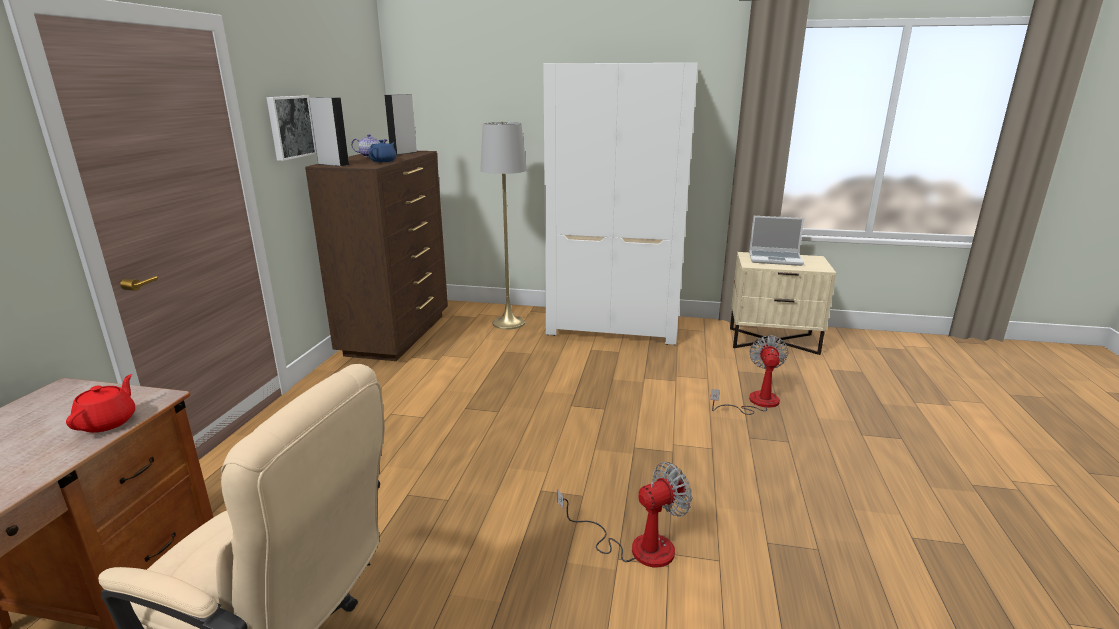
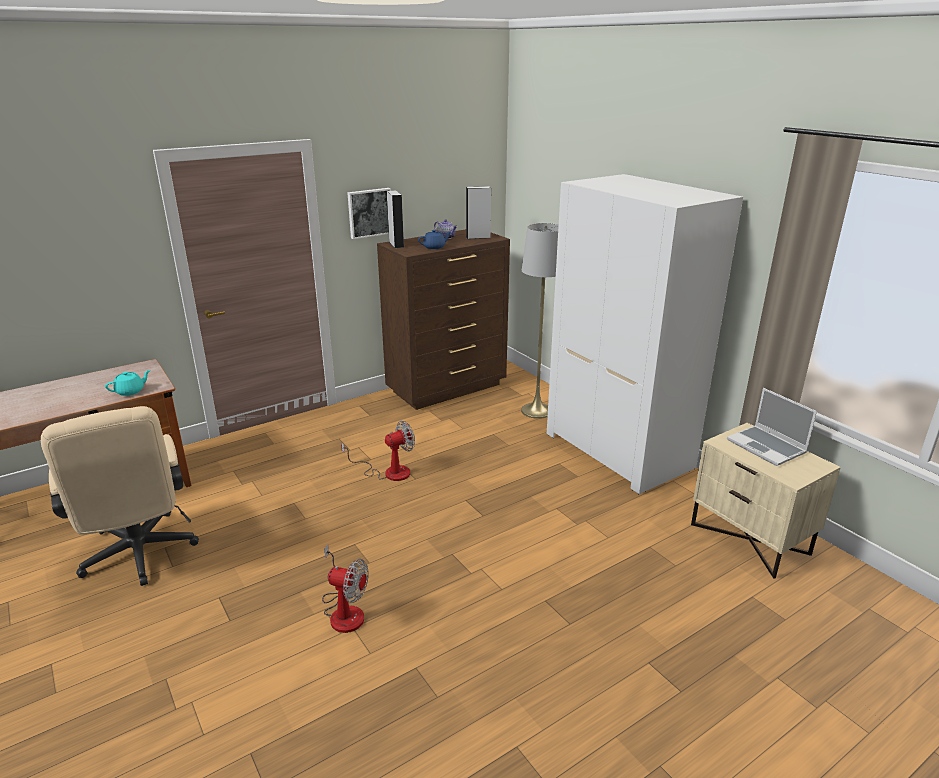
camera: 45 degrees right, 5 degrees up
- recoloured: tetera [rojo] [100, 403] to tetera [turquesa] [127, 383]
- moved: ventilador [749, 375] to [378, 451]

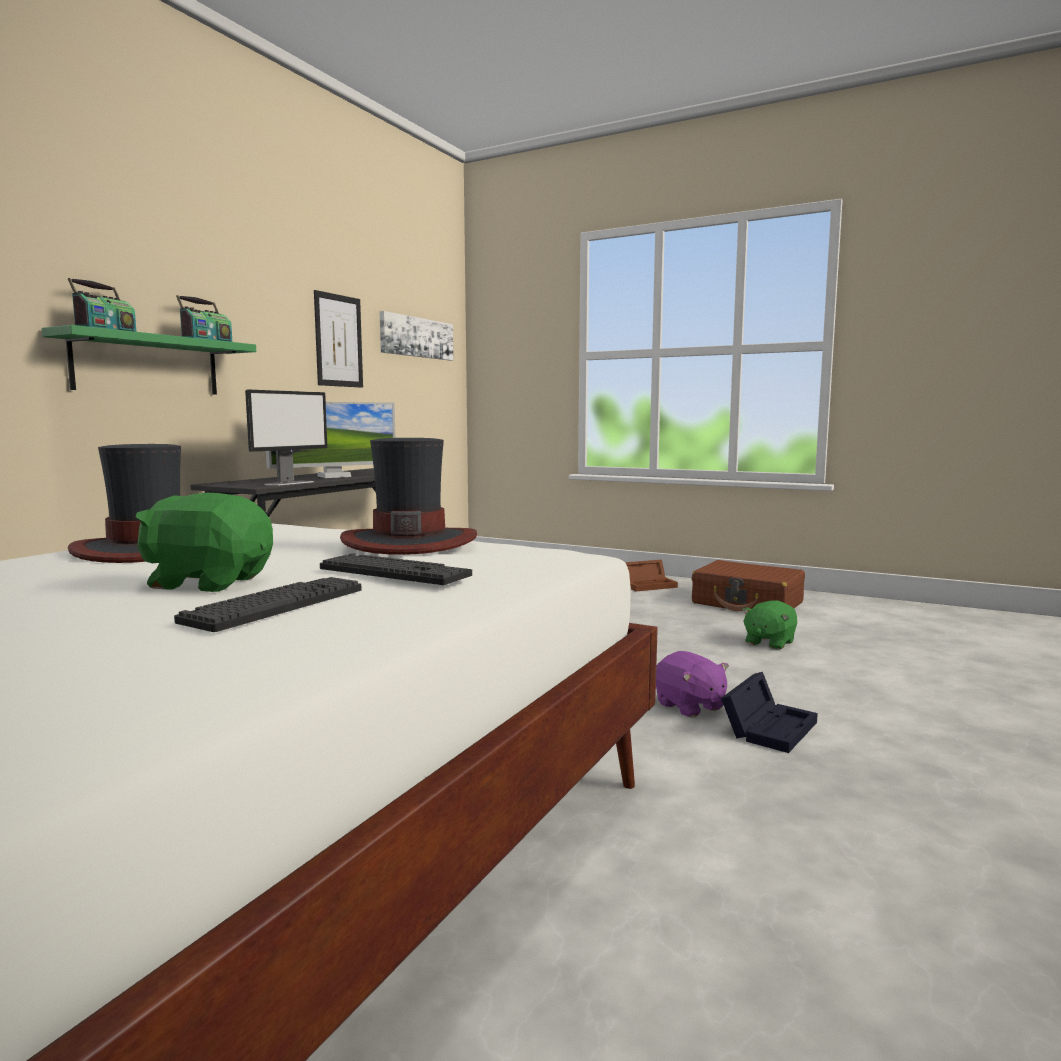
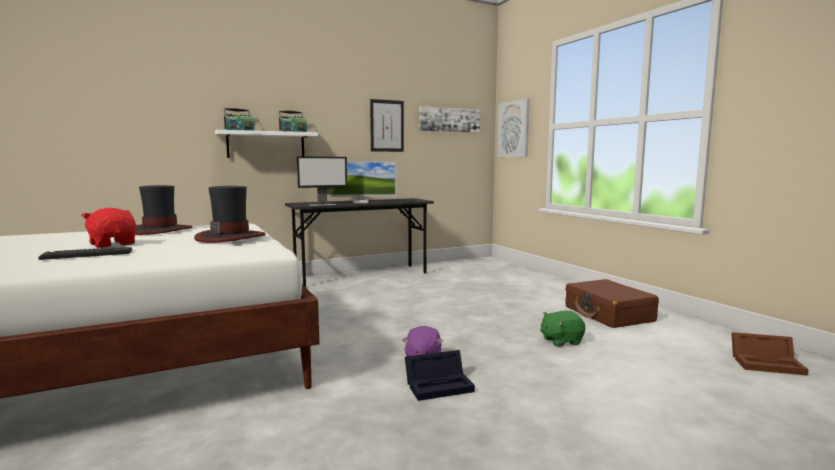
camera: 35 degrees right, 0 degrees up
- recoloured: estante [verde] [149, 360] to estante [blanco] [266, 144]
- recoloured: peluche [verde] [204, 542] to peluche [rojo] [108, 228]
- removed: teclado [396, 569]
- moved: caja de almacenaje [marrón] [651, 575] to [770, 354]
- added: cuadro [513, 127]

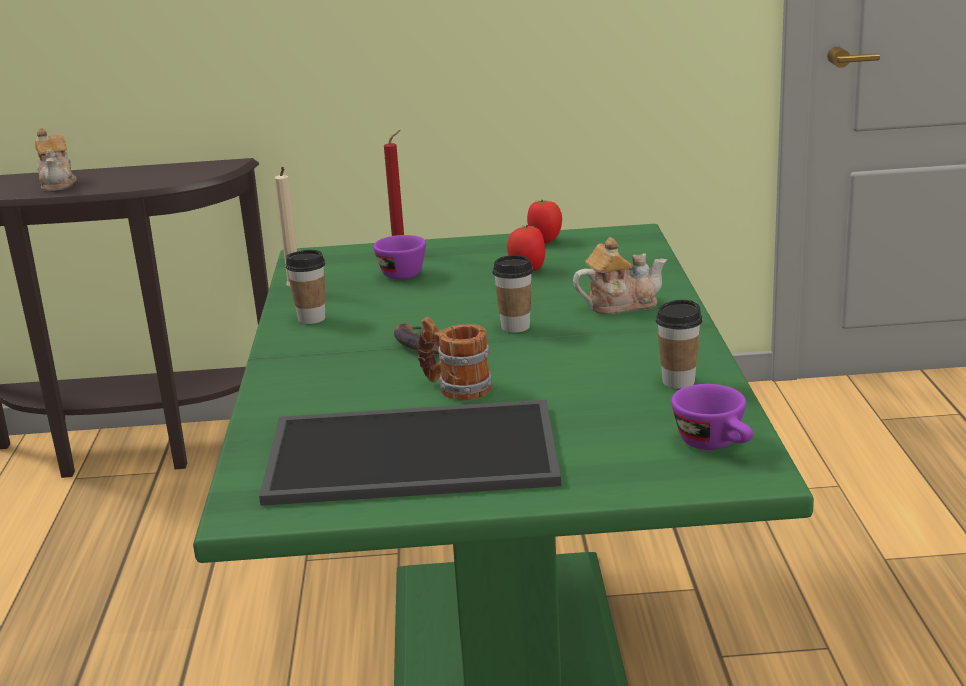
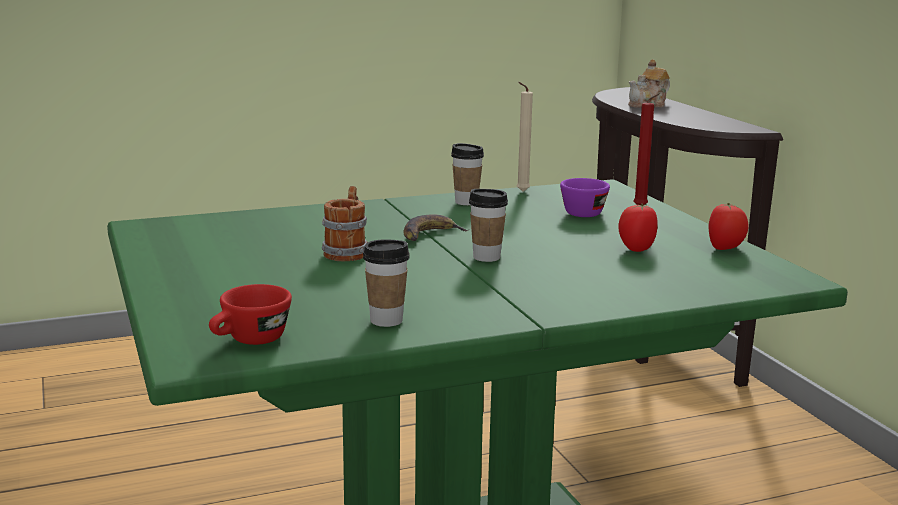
camera: 70 degrees right, 5 degrees down
- removed: bandeja [410, 453]
- removed: tetera [620, 275]
- recoloured: taza [morado] [712, 417] to taza [rojo] [250, 314]

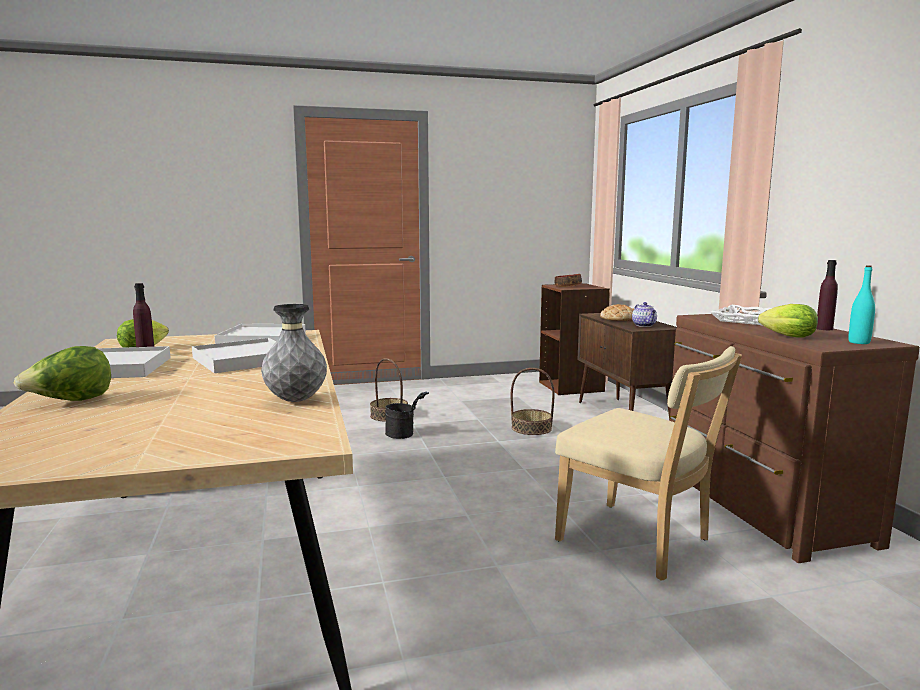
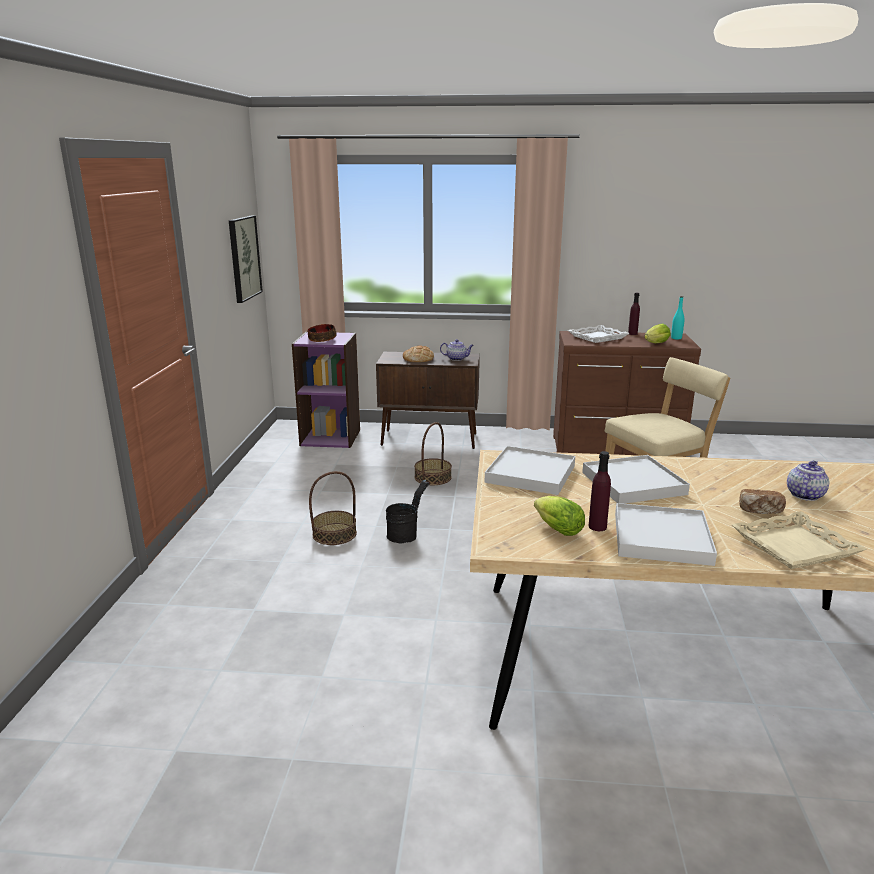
camera: 70 degrees left, 10 degrees up
- replaced: lechuga [62, 373] to bandeja [beis] [799, 540]
- removed: florero [gris] [294, 353]
- recoloured: estantería [marrón] [574, 339] to estantería [morado] [326, 390]
- added: cuadro [246, 259]
- added: pan [762, 501]
- added: tetera [808, 481]

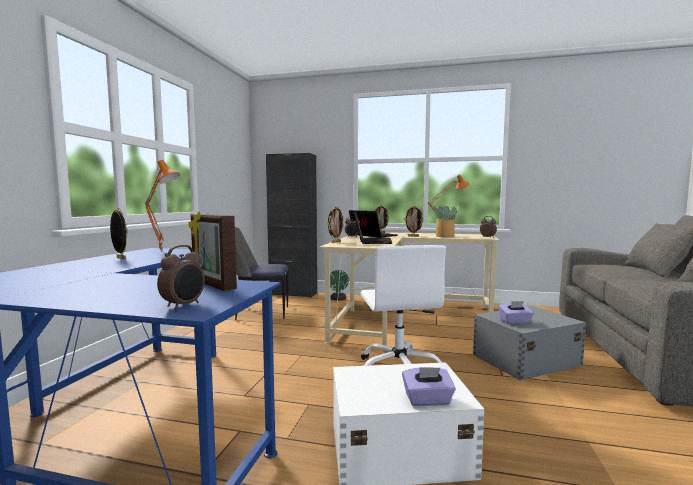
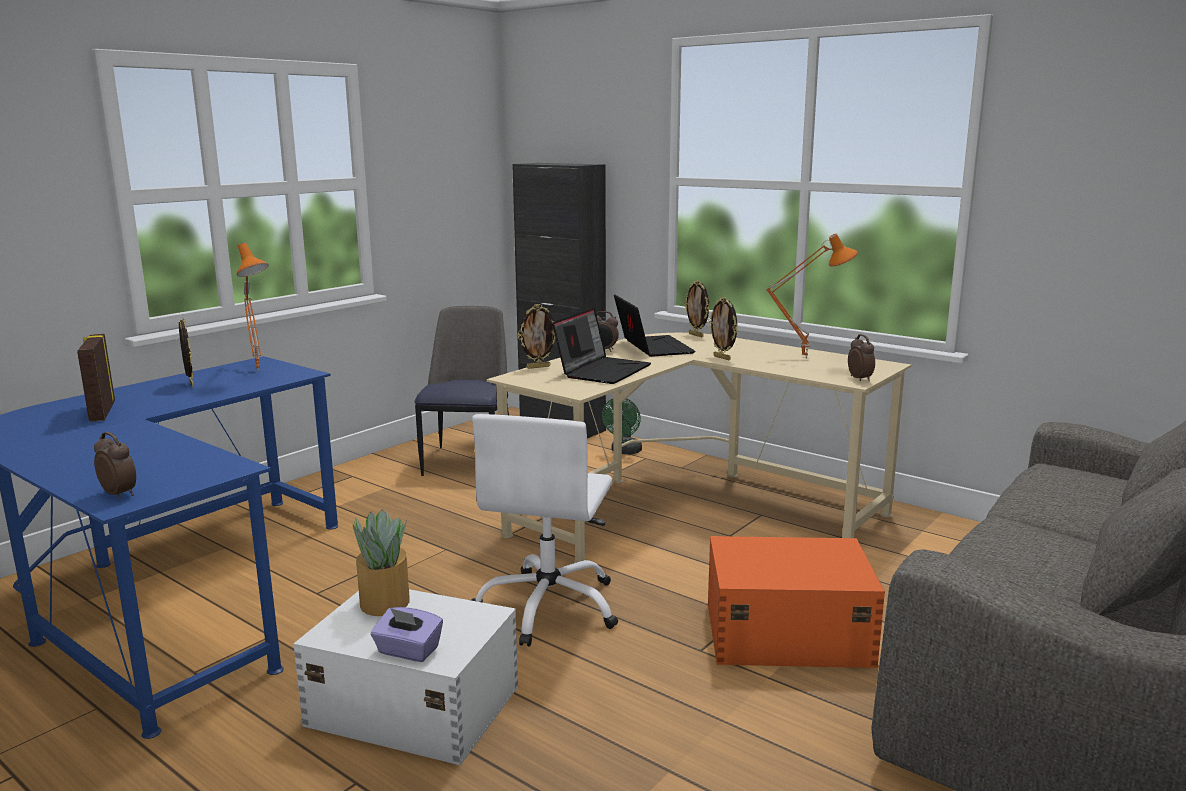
camera: 25 degrees right, 10 degrees up
- turned: despertador [181, 277] = [115, 465] 105 degrees counterclockwise
- moved: portarretratos [213, 251] to [96, 378]
- turned: silla [262, 273] = [462, 391] 75 degrees clockwise
- moved: planta en maceta [445, 221] to [381, 562]
- recoloured: caja de almacenaje [gris] [529, 343] to caja de almacenaje [naranja] [796, 602]
- removed: caja de pañuelos [morado] [516, 312]

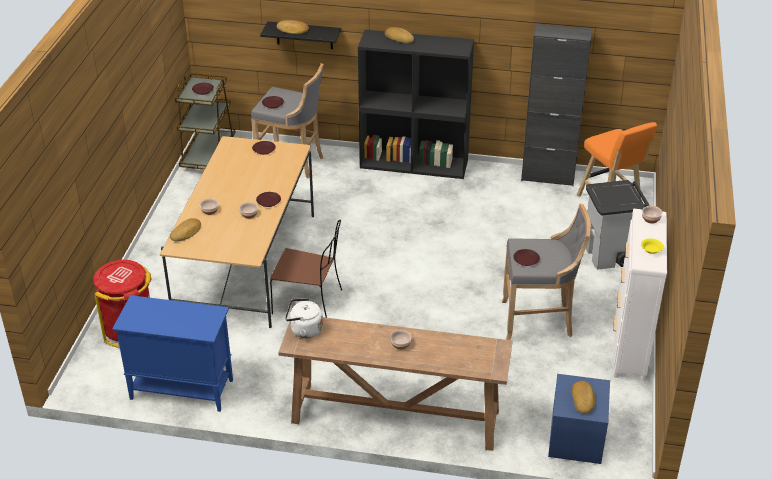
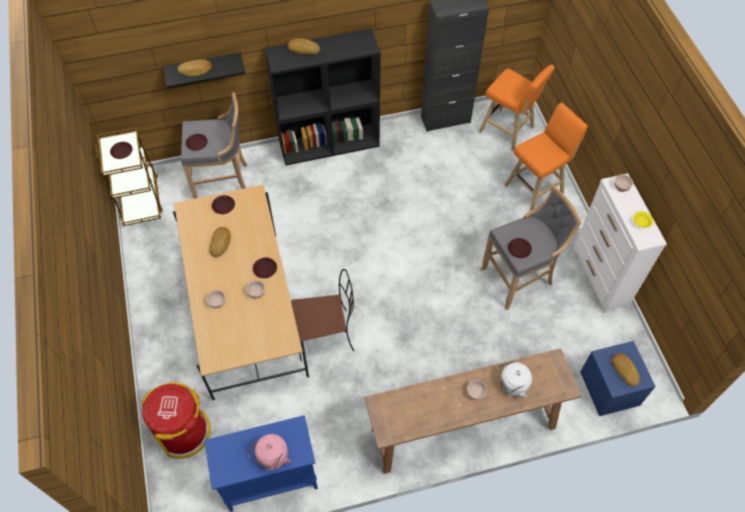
camera: 25 degrees left, 20 degrees up
- moved: pan [185, 230] to [220, 242]
- moved: hervidor [blanco] [304, 318] to [514, 379]
- replaced: papelera [gris] [618, 225] to taburete [naranja] [546, 157]
- added: hervidor [rosa] [269, 452]

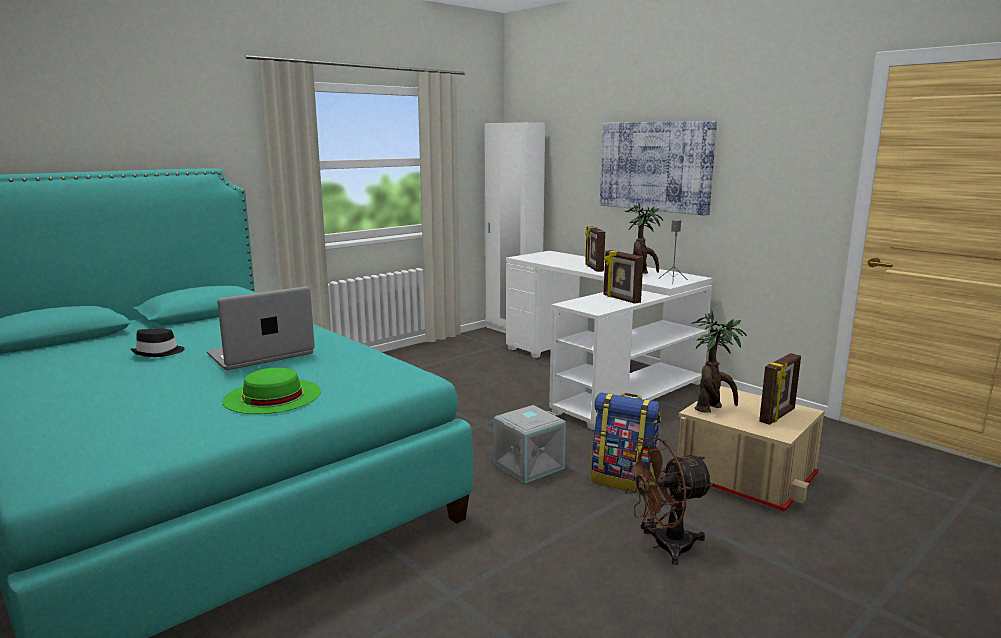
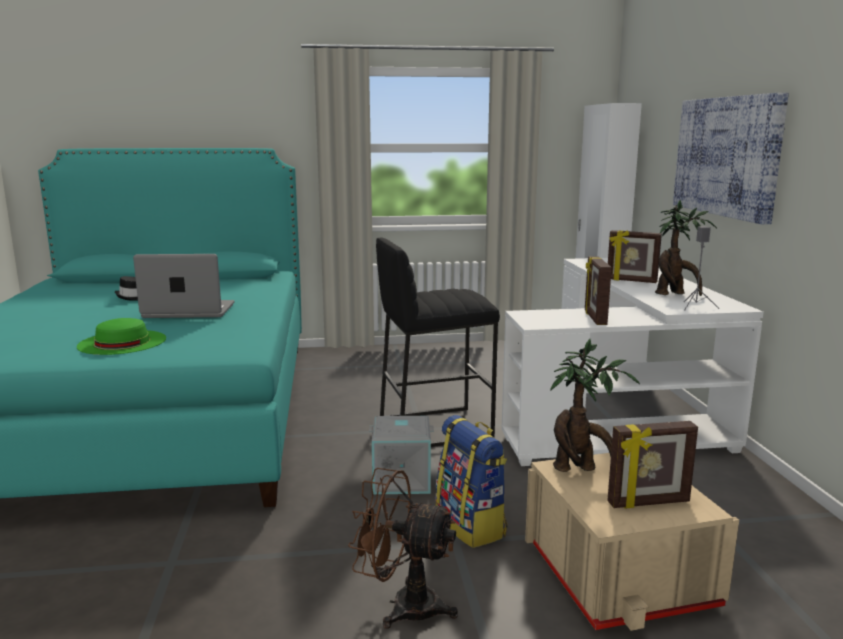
camera: 35 degrees right, 0 degrees up
- turned: portarretratos [595, 249] = [635, 256] 90 degrees counterclockwise
- added: taburete [negro] [438, 342]

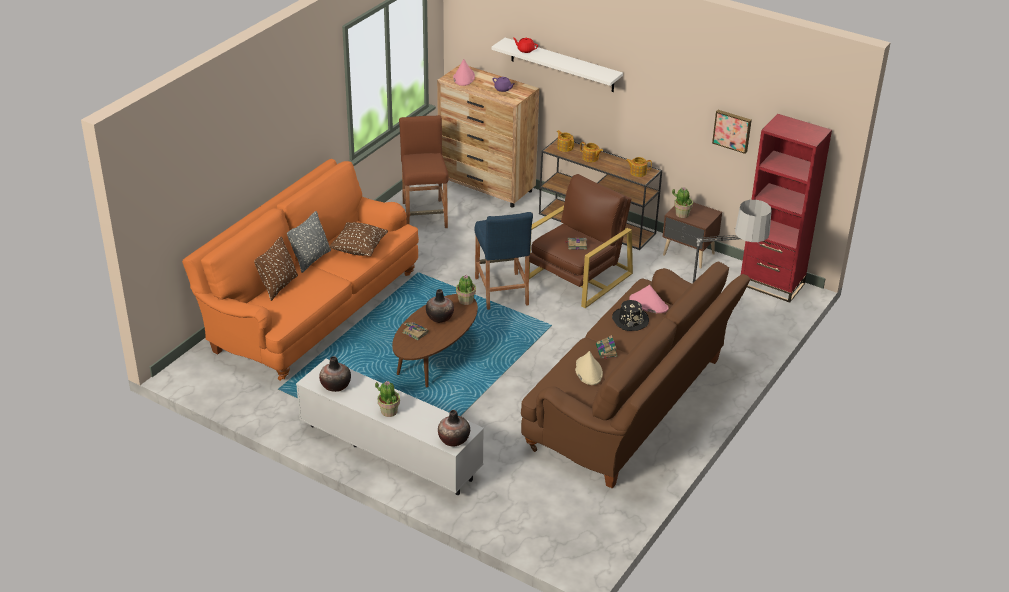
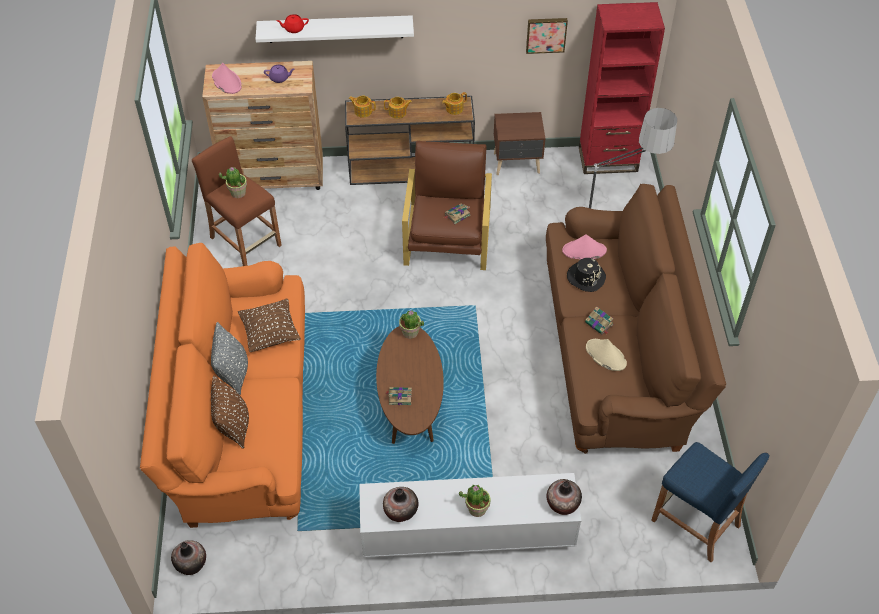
camera: 35 degrees left, 15 degrees up
- moved: florero [440, 306] to [188, 557]
- moved: taburete [azul] [504, 261] to [710, 502]
- moved: planta en maceta [682, 202] to [233, 182]

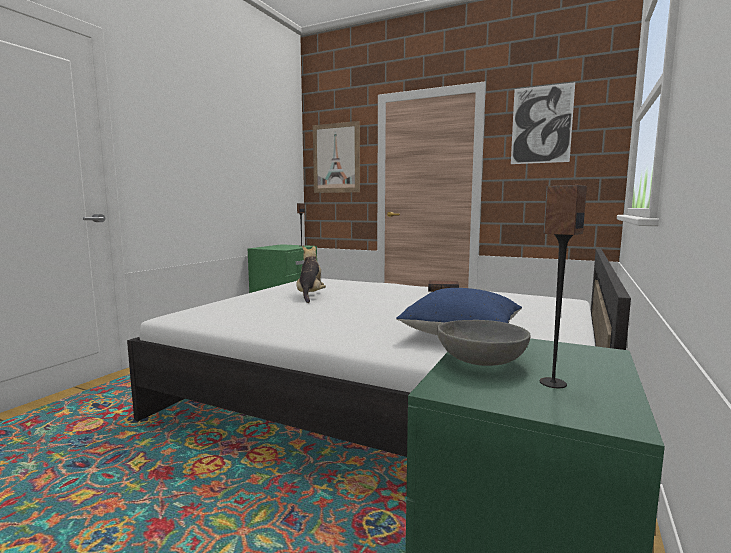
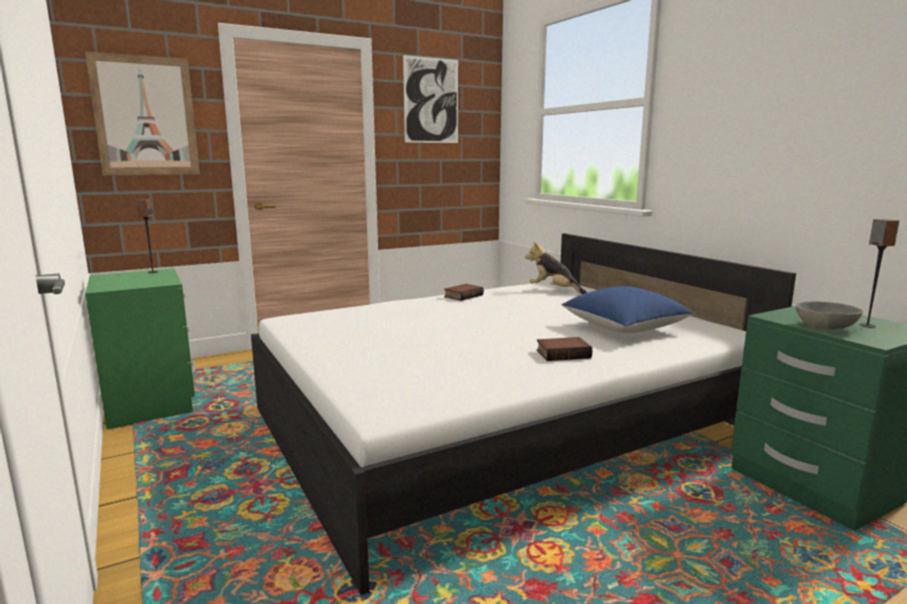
camera: 55 degrees left, 5 degrees up
- moved: peluche [311, 274] to [556, 268]
- added: libro [564, 349]

